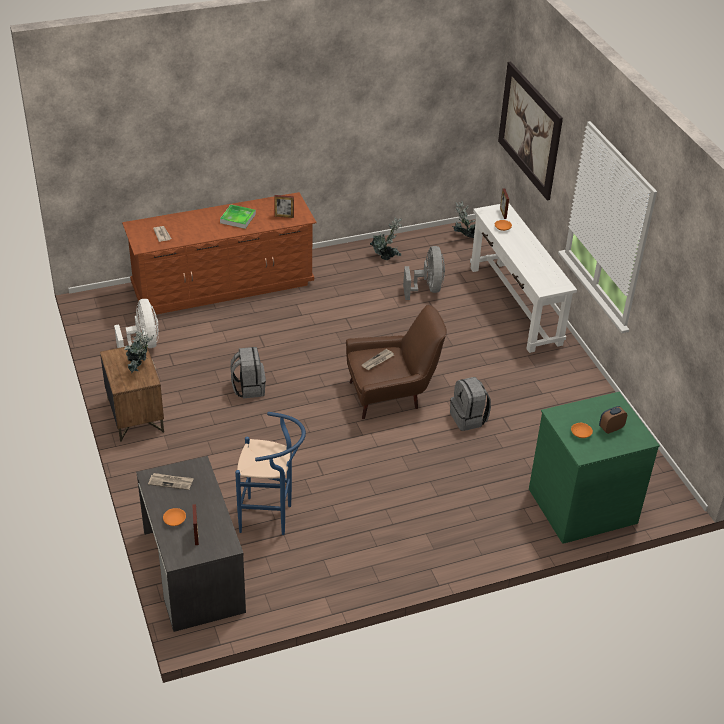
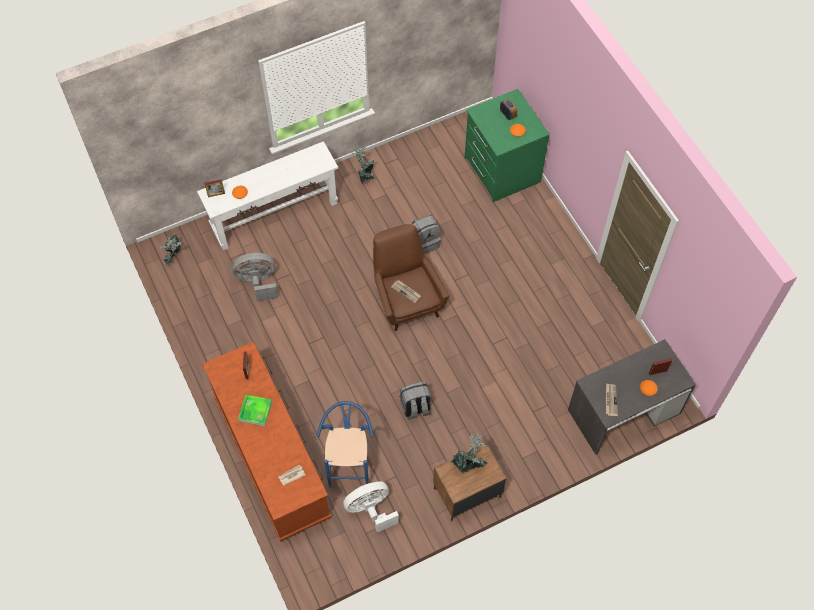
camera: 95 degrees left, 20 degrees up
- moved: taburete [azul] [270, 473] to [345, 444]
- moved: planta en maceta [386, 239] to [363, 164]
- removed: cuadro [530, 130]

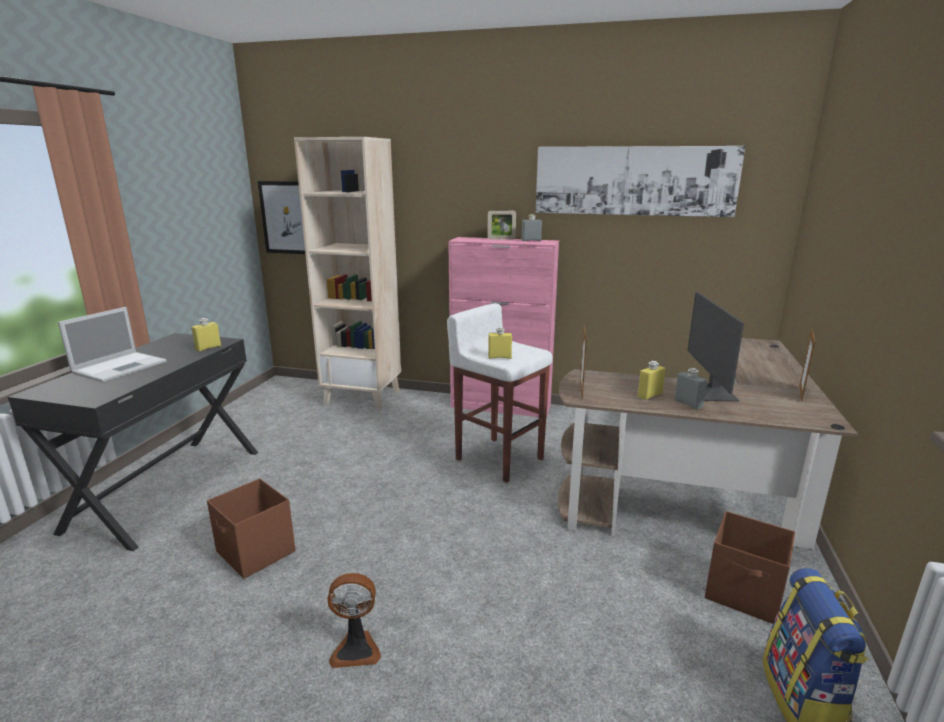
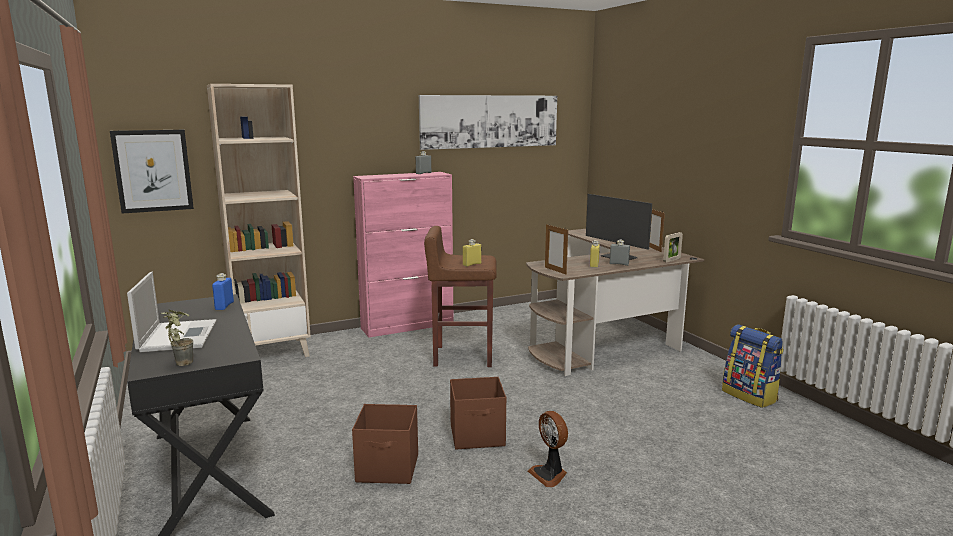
camera: 40 degrees left, 5 degrees down
- recoloured: botella [amarillo] [206, 335] to botella [azul] [223, 291]
- turned: ventilador [354, 620] = [548, 449] 105 degrees clockwise
- recoloured: taburete [blanco] [500, 393] to taburete [marrón] [460, 296]
- moved: portarretratos [502, 225] to [673, 247]
- moved: caja de almacenaje [marrón] [750, 567] to [478, 413]
- added: planta en maceta [177, 337]

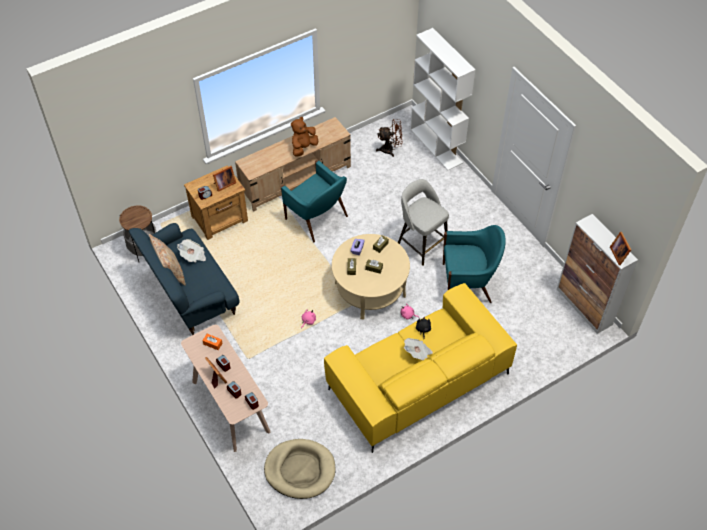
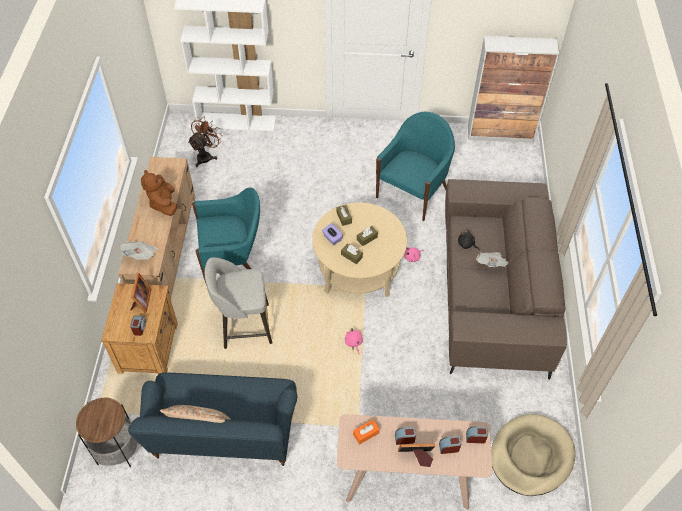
camera: 55 degrees left, 0 degrees up
- moved: periódico [191, 250] to [139, 250]
- recoloured: sofá [amarillo] [420, 368] to sofá [marrón] [506, 279]
- moved: taburete [gris] [423, 222] to [238, 303]
- removed: portarretratos [620, 248]

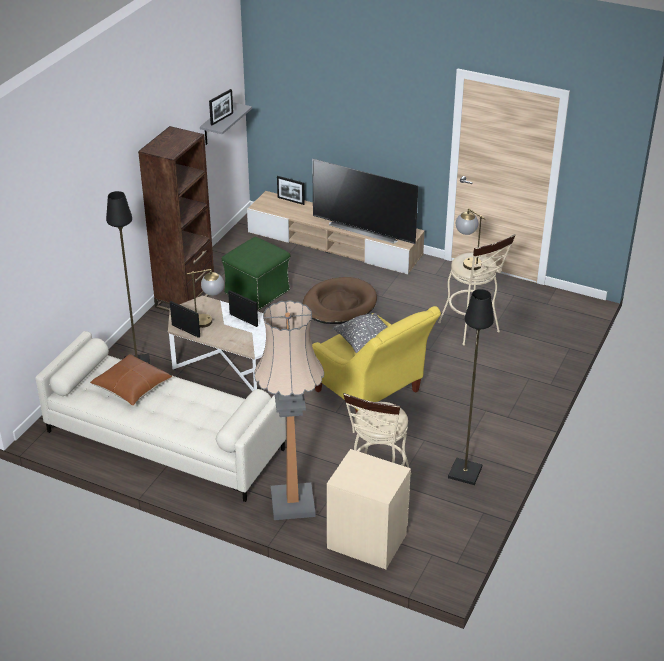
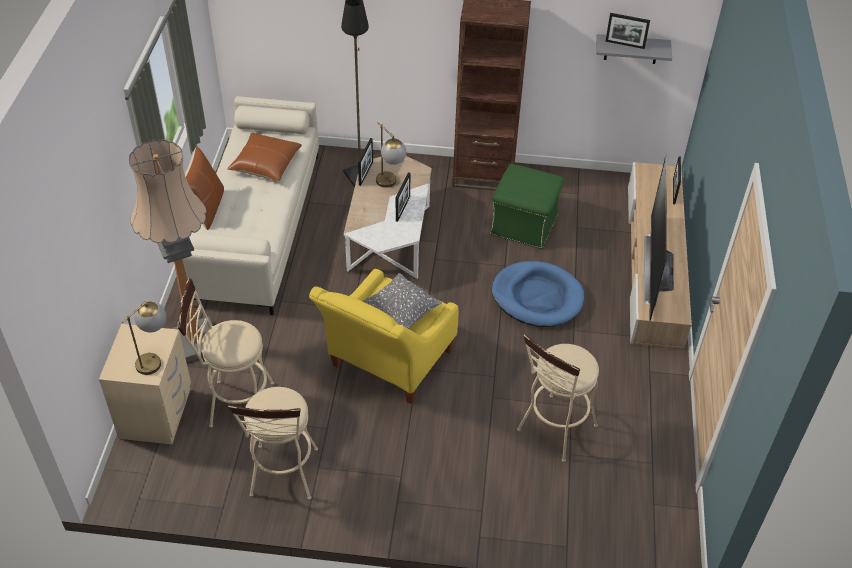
camera: 70 degrees right, 10 degrees up
- recoloured: cama para perro [marrón] [340, 300] to cama para perro [azul] [538, 294]
- replaced: lámpara de pie [negro] [471, 387] to taburete [beis] [273, 443]
- moved: lámpara de mesa [470, 239] to [144, 338]
- added: cojín [marrón] [204, 188]

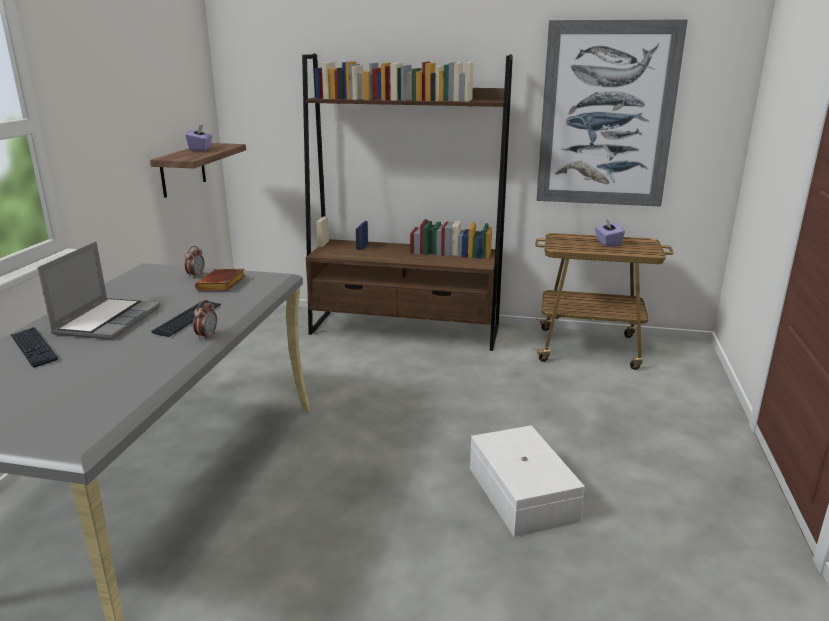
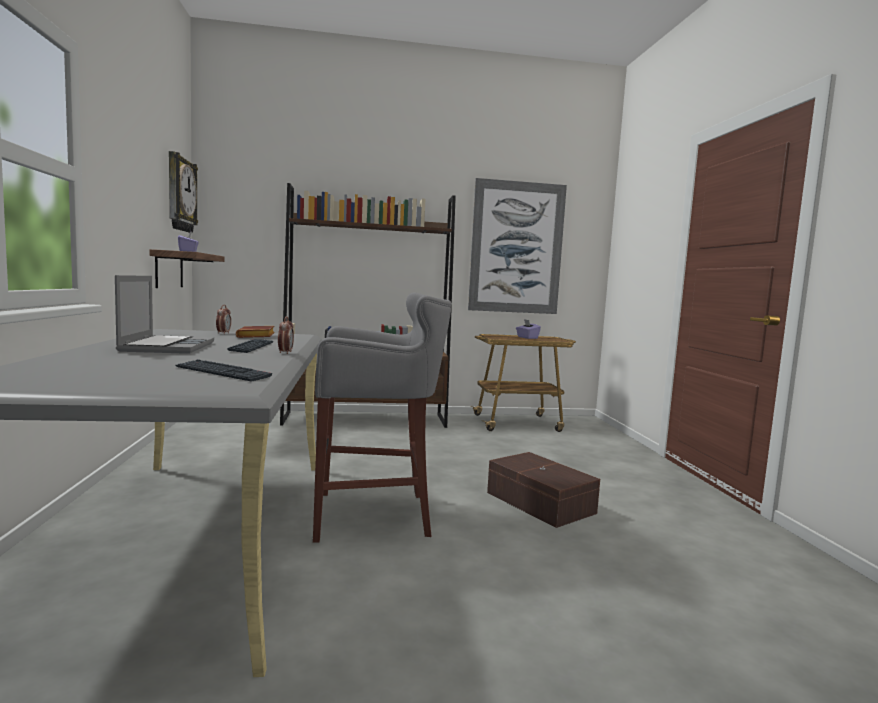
camera: 20 degrees left, 15 degrees down
- moved: teclado [34, 347] to [223, 370]
- recoloured: caja de almacenaje [blanco] [527, 481] to caja de almacenaje [marrón] [543, 490]
- added: reloj de pared [183, 192]
- added: taburete [gris] [382, 417]

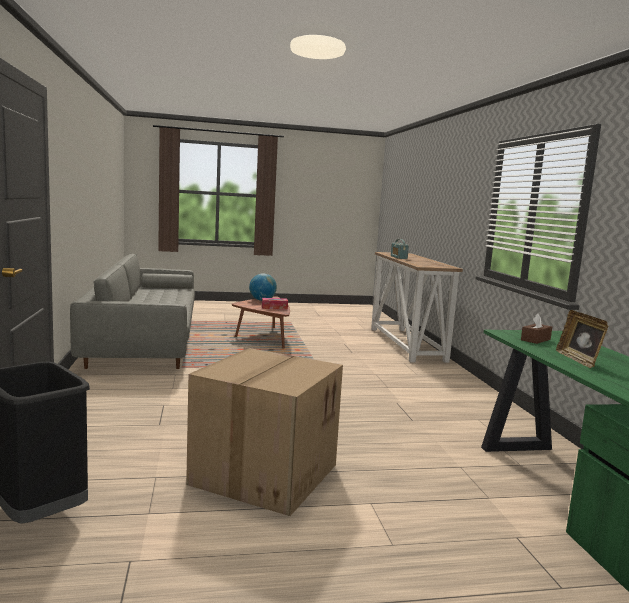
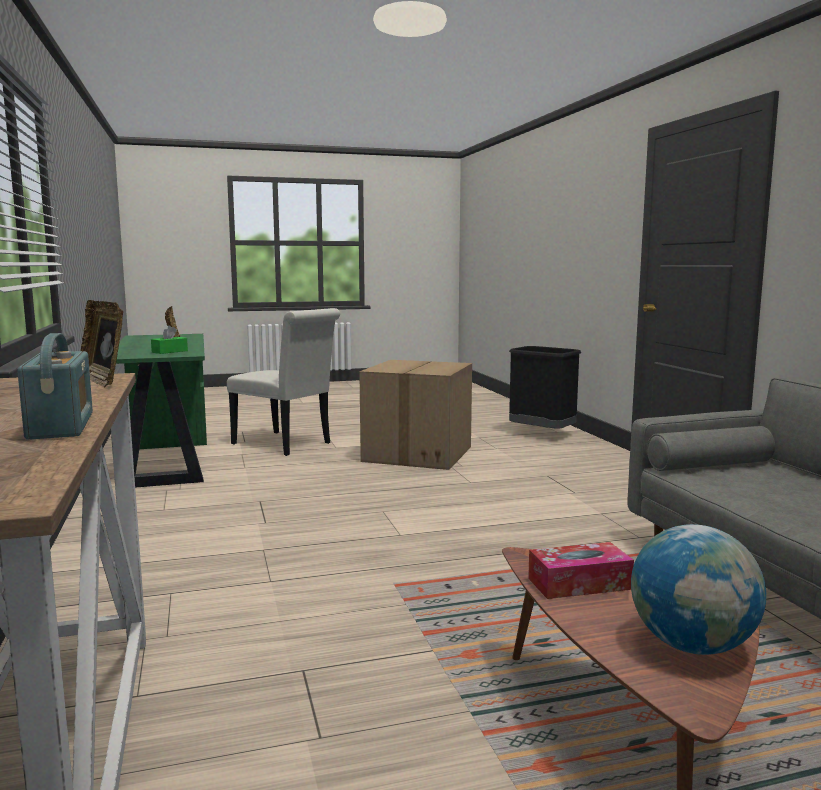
camera: 175 degrees right, 0 degrees up
- recoloured: caja de pañuelos [marrón] [536, 329] to caja de pañuelos [verde] [169, 340]
- added: portarretratos [102, 343]
- added: silla [blanco] [283, 382]

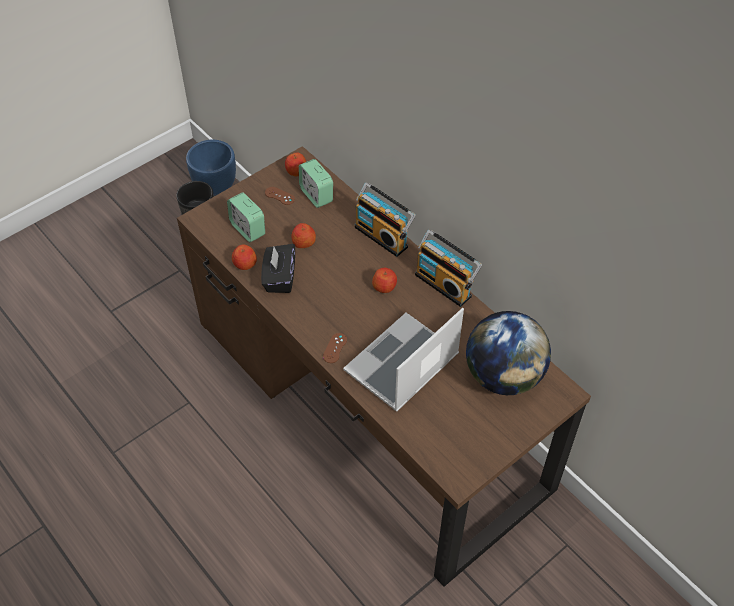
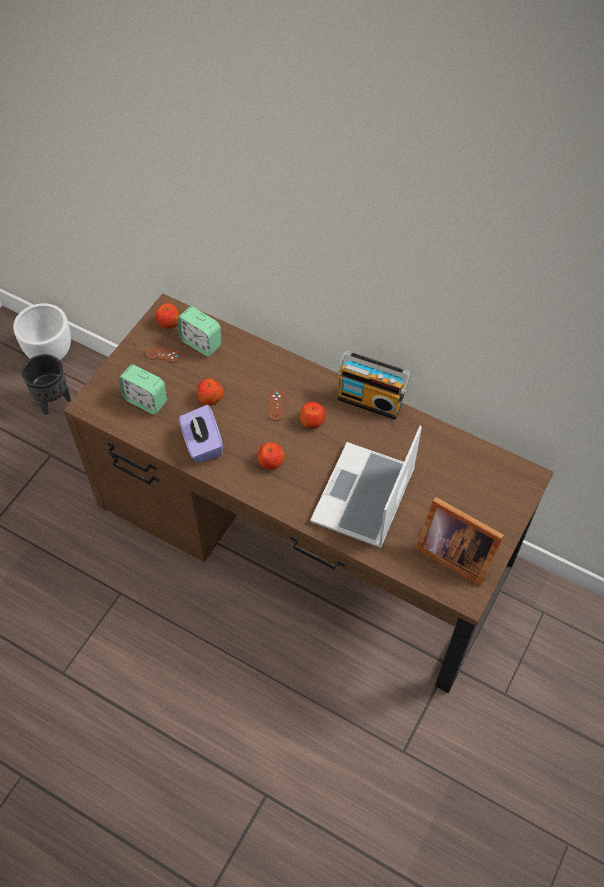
camera: 20 degrees left, 5 degrees up
- recoloured: maceta [azul] [211, 168] to maceta [blanco] [42, 331]
- moved: manzana [244, 257] to [271, 456]
- recoloured: caja de pañuelos [negro] [278, 268] to caja de pañuelos [morado] [201, 434]
- moved: mando de consola [marrón] [335, 348] to [276, 405]
- removed: radio [385, 220]
- removed: globo terráqueo [508, 353]
- added: portarretratos [459, 541]

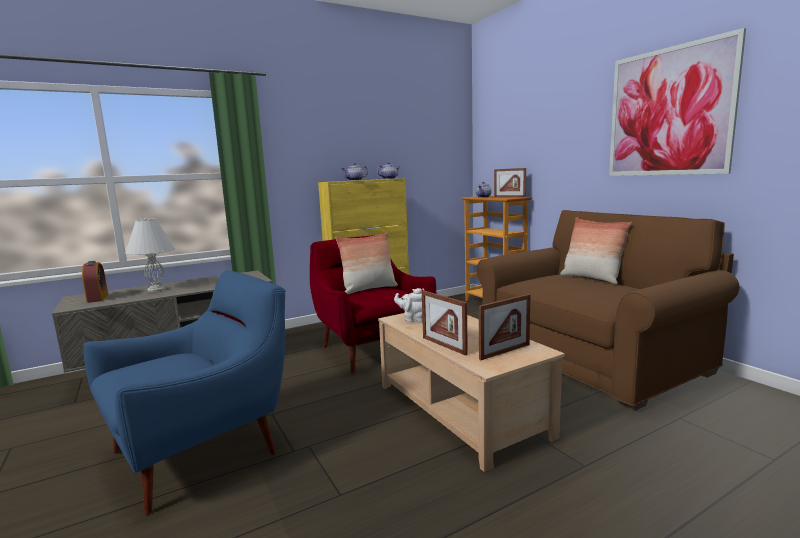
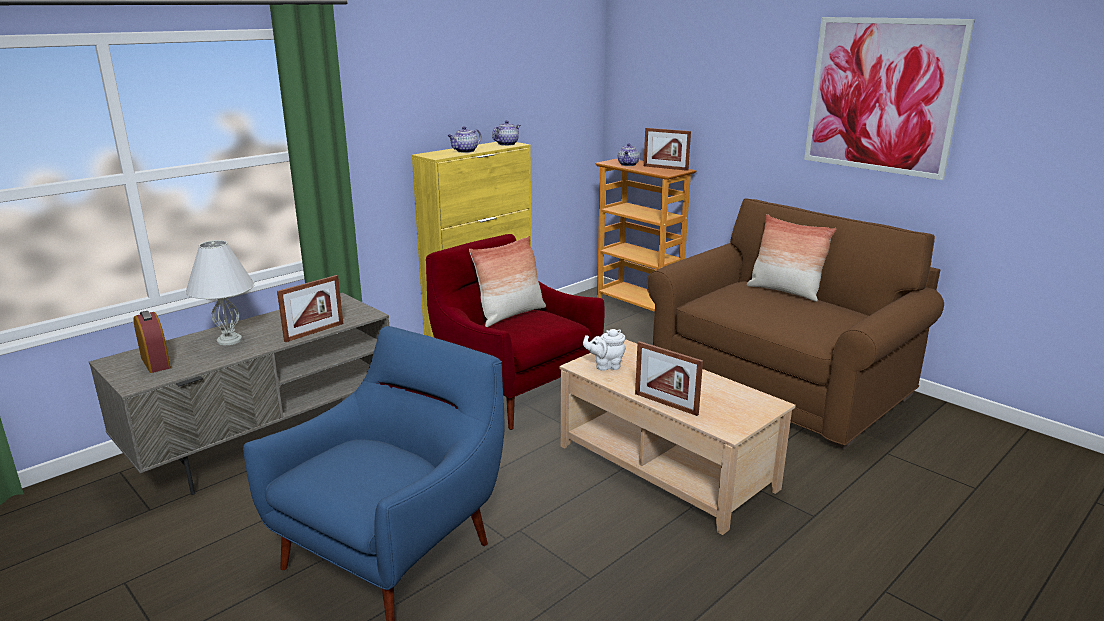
camera: 15 degrees left, 10 degrees up
- moved: portarretratos [504, 327] to [310, 308]

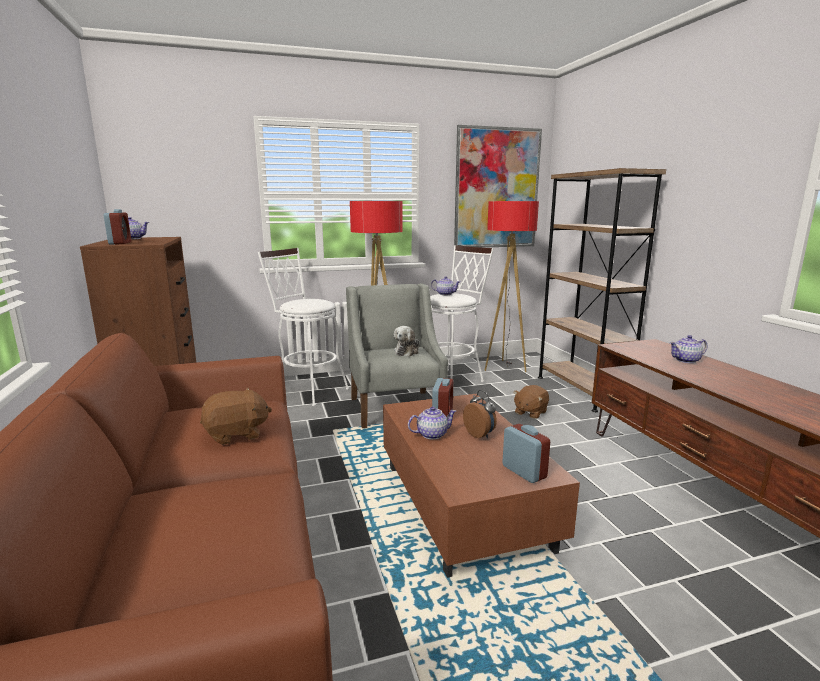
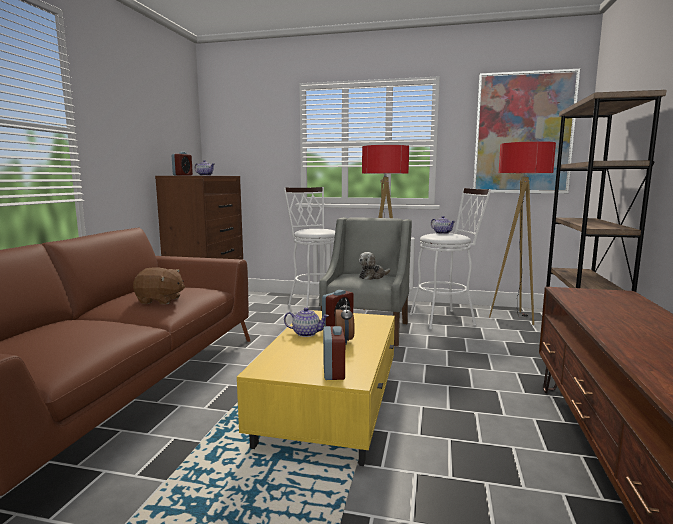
camera: 30 degrees right, 5 degrees down
- recoloured: mesa de centro [marrón] [481, 486] to mesa de centro [amarillo] [316, 388]
- removed: peluche [marrón] [531, 402]
- removed: tetera [689, 349]

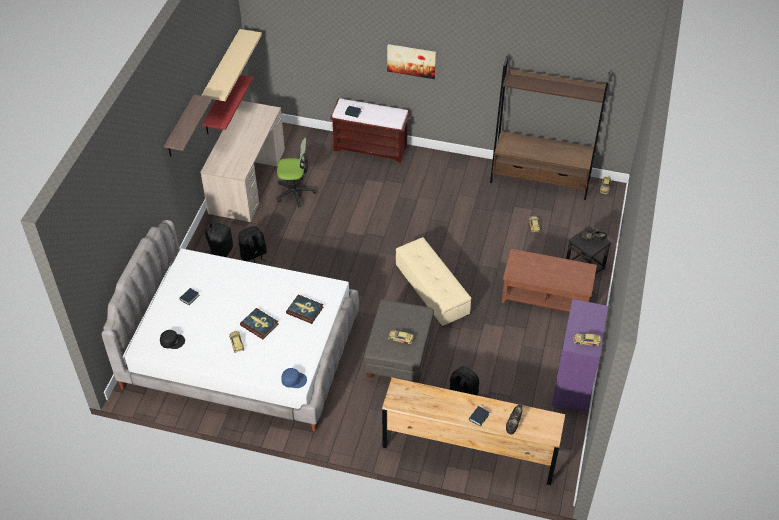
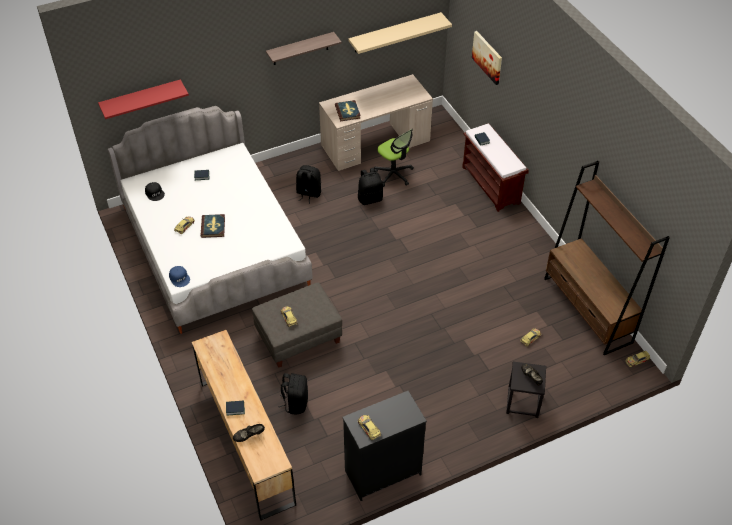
camera: 50 degrees right, 0 degrees up
- moved: estante [rojo] [227, 104] to [143, 99]
- moved: mochila [negro] [219, 239] to [370, 186]
- moved: libro [304, 309] to [348, 110]
- moved: cuadro [411, 61] to [487, 58]
- removed: puf [beis] [433, 282]
- removed: mesa de centro [marrón] [549, 280]
- recoloured: cómoda [morado] [580, 356] to cómoda [negro] [384, 446]

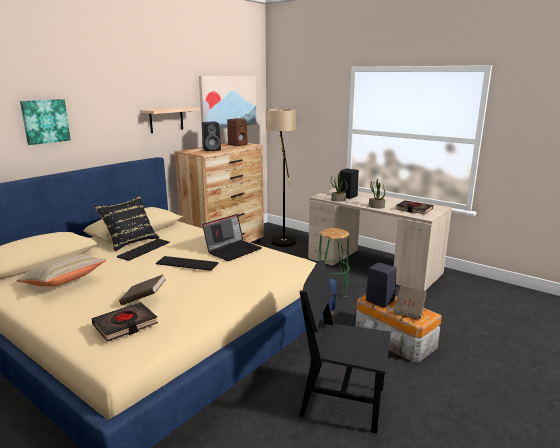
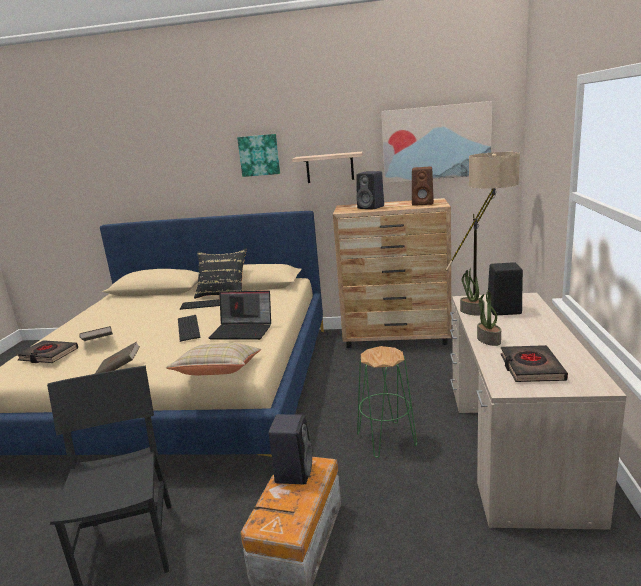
camera: 60 degrees right, 0 degrees up
- moved: cojín [beis] [61, 270] to [213, 359]
- moved: cuadro [45, 122] to [258, 155]
- moved: libro [marrón] [410, 302] to [117, 358]

